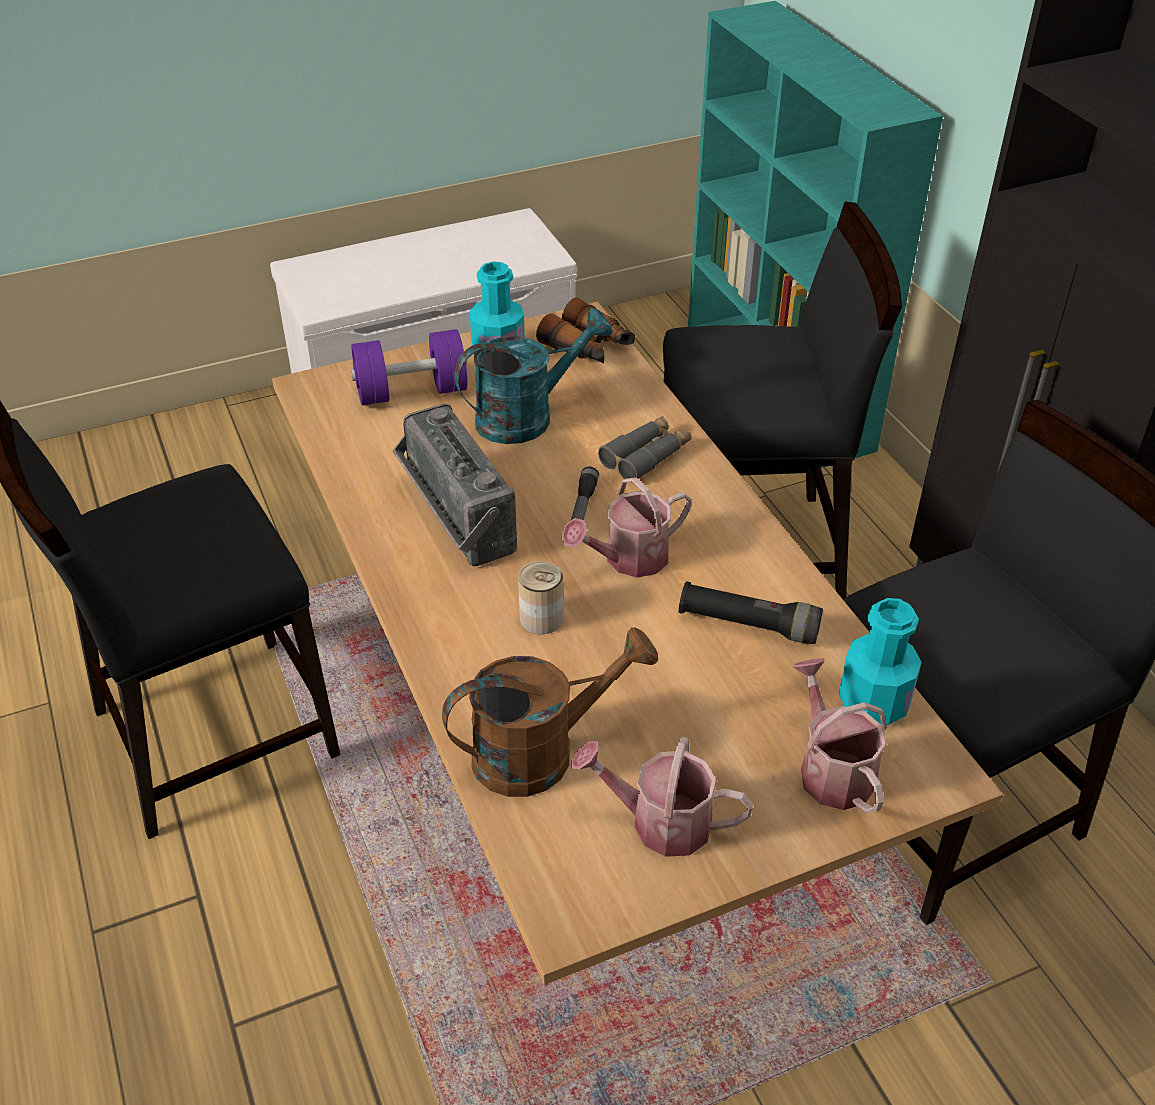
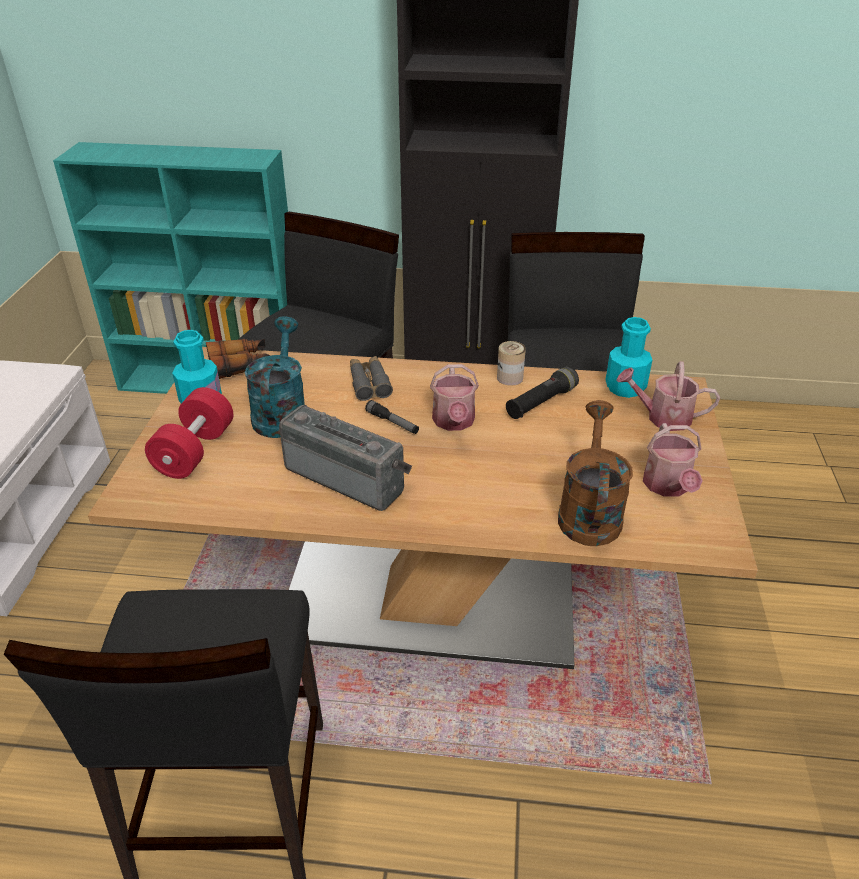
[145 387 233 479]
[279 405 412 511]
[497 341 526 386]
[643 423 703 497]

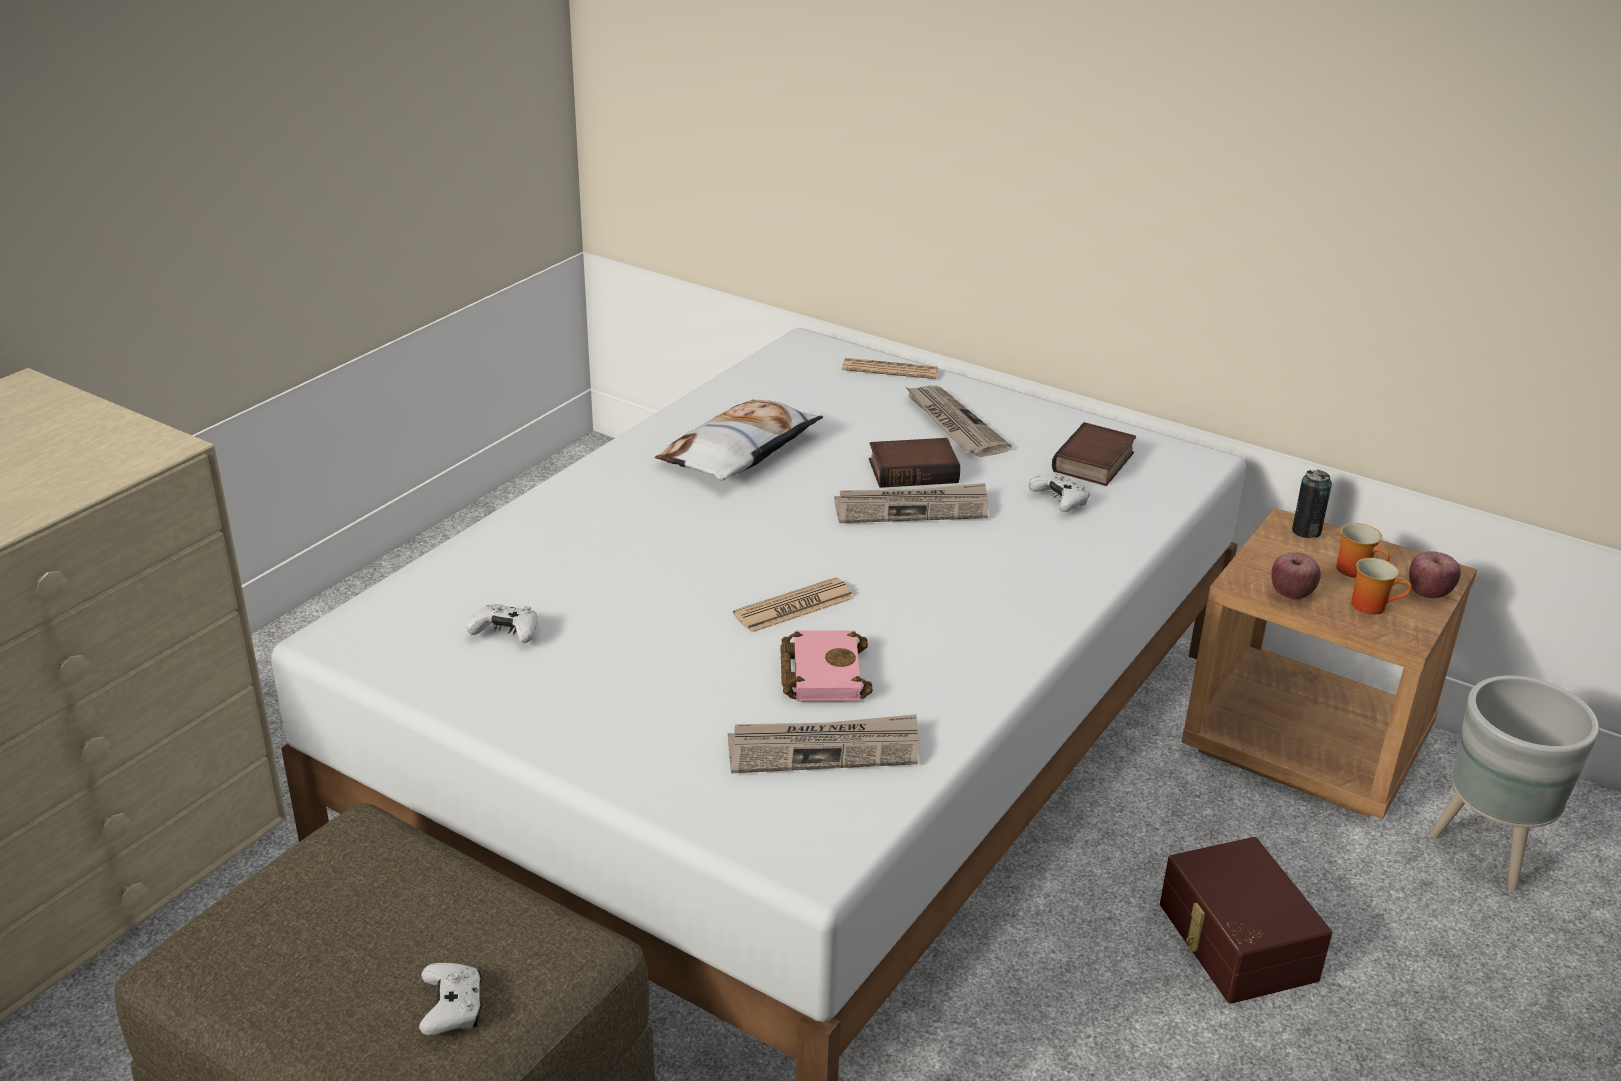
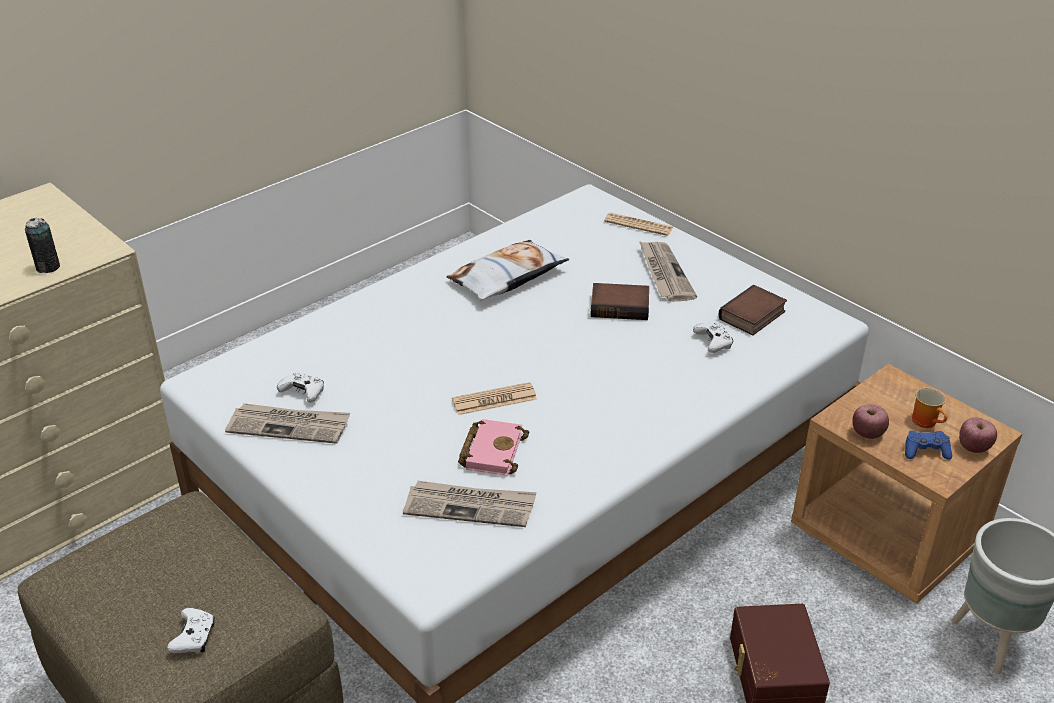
[225 403 350 444]
[25 218 60 273]
[905 431 952 460]

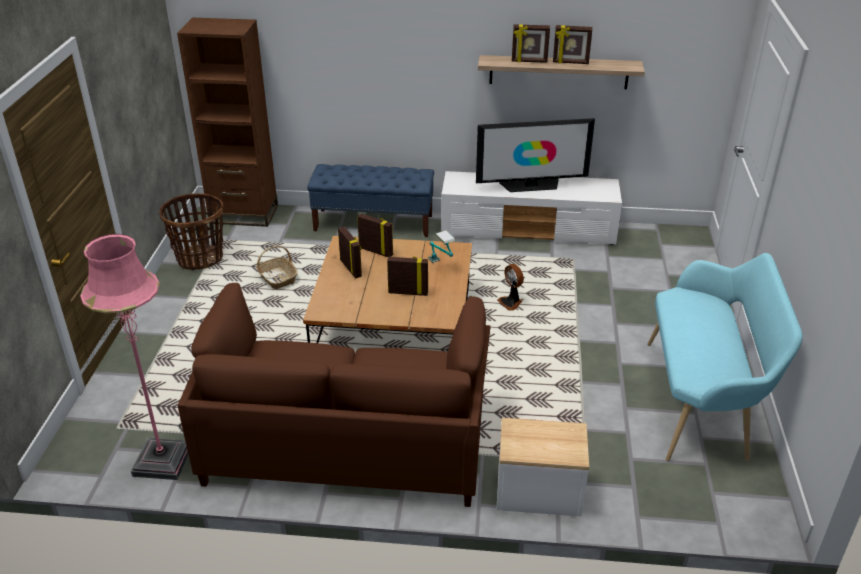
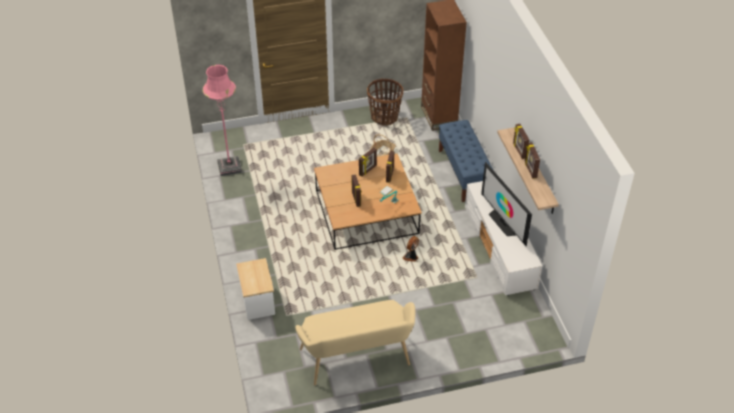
[178 283 491 507] (first image)
[295 300 415 385]

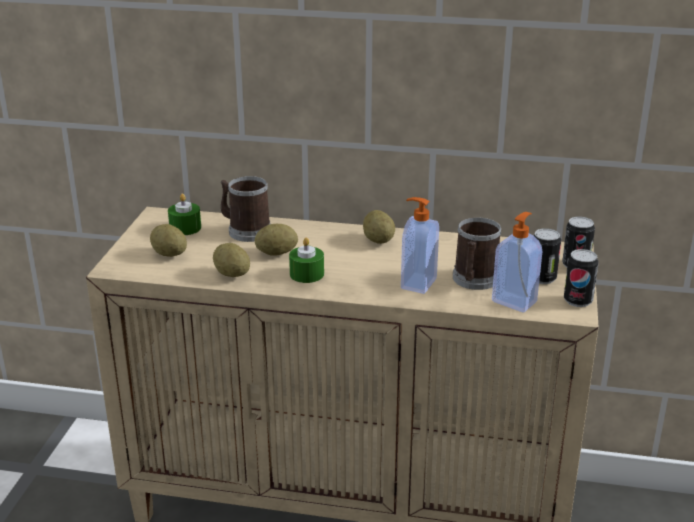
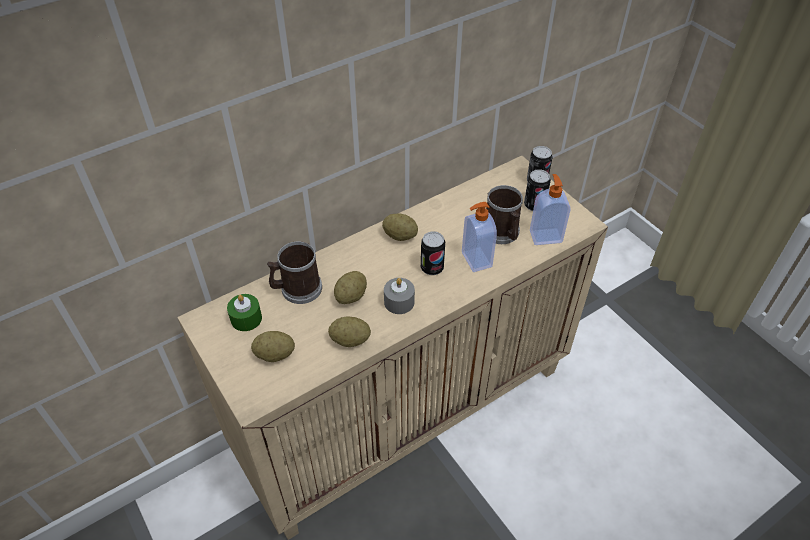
[384 278 415 314]
[421 231 445 275]

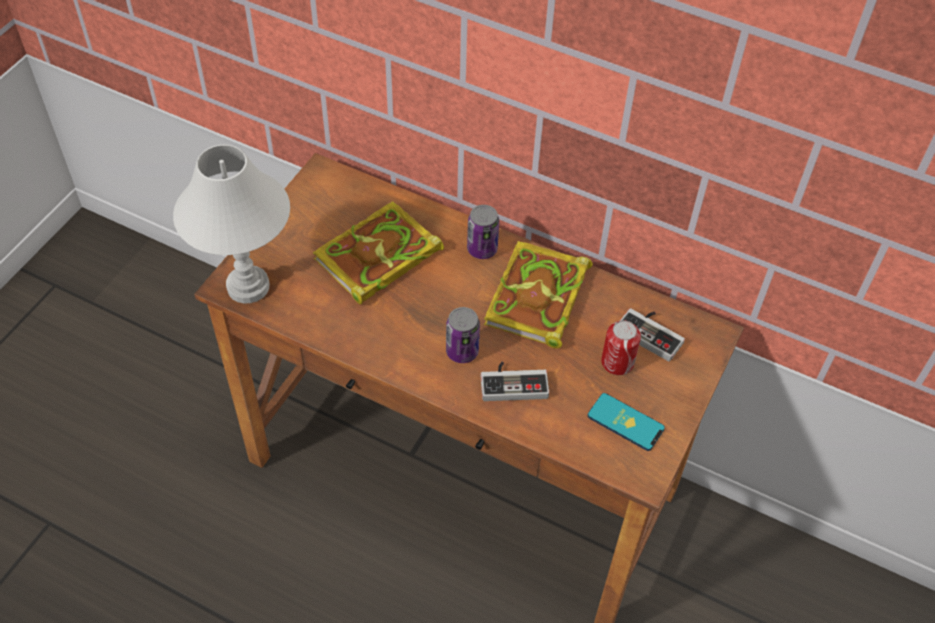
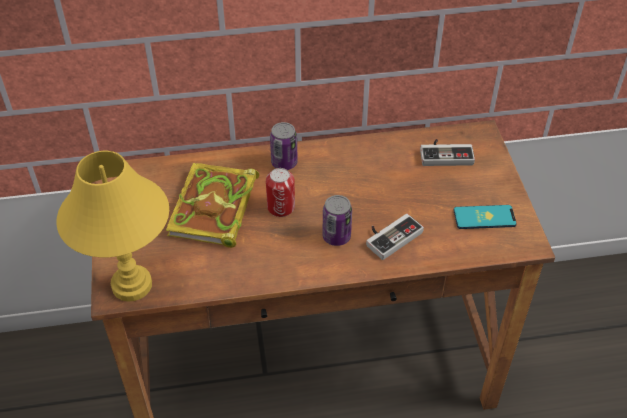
[56 151 169 302]
[484 241 593 349] (first image)
[266 168 295 217]

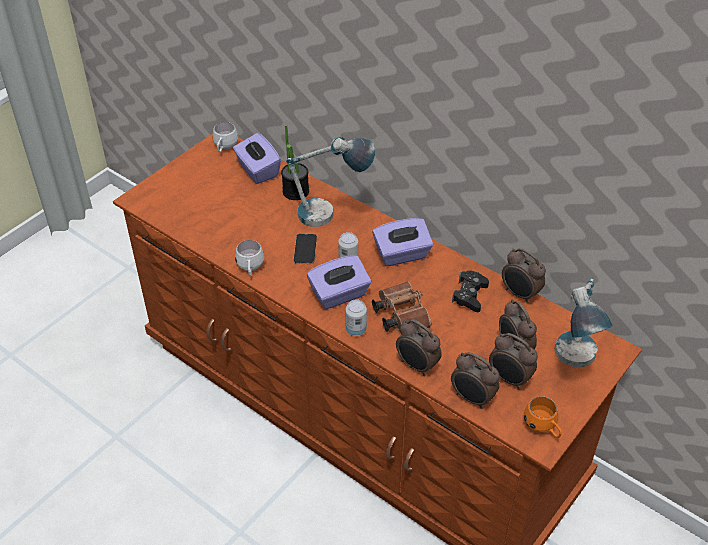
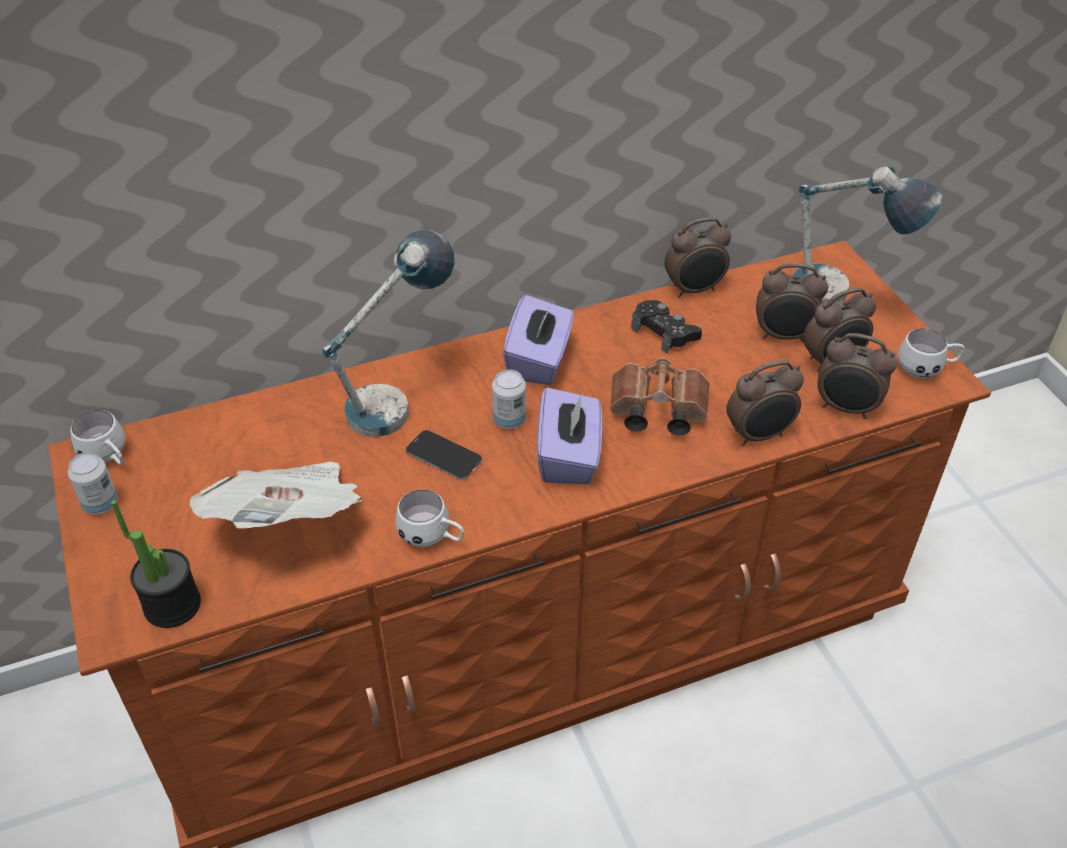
[233 133 281 184] (first image)
[111 500 201 628]
[68 452 118 515]
[817 333 897 419]
[898 328 965 379]
[190 461 362 528]

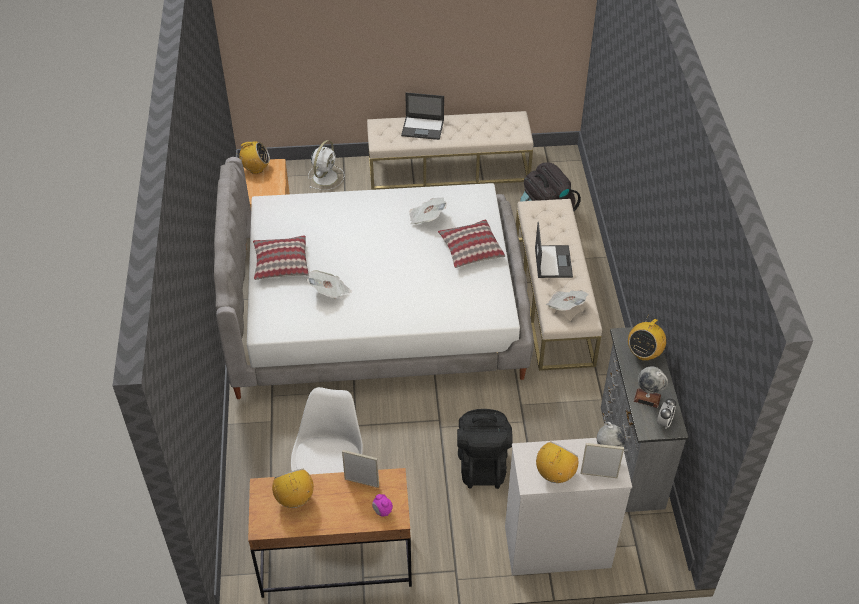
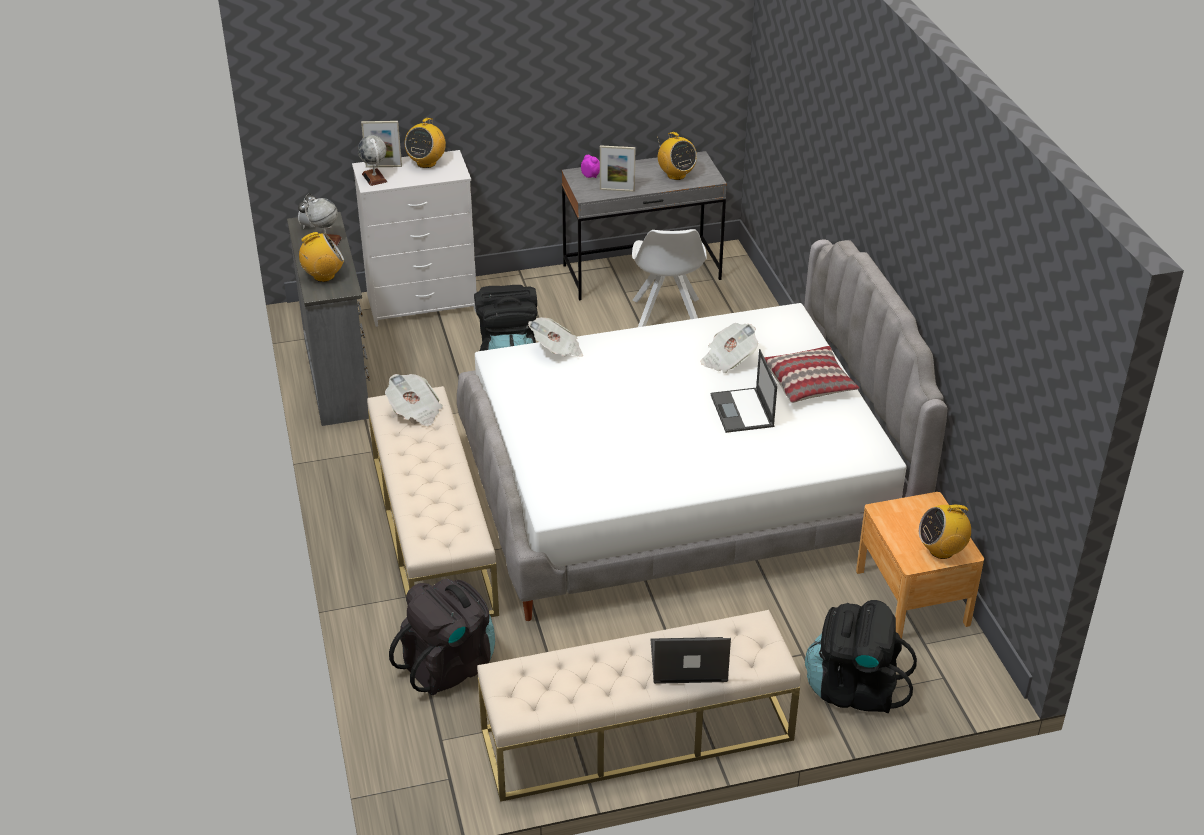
[562 151 727 300]
[805 600 917 713]
[528 317 584 357]
[438 220 505 268] (first image)
[711 349 777 433]
[299 232 344 282]

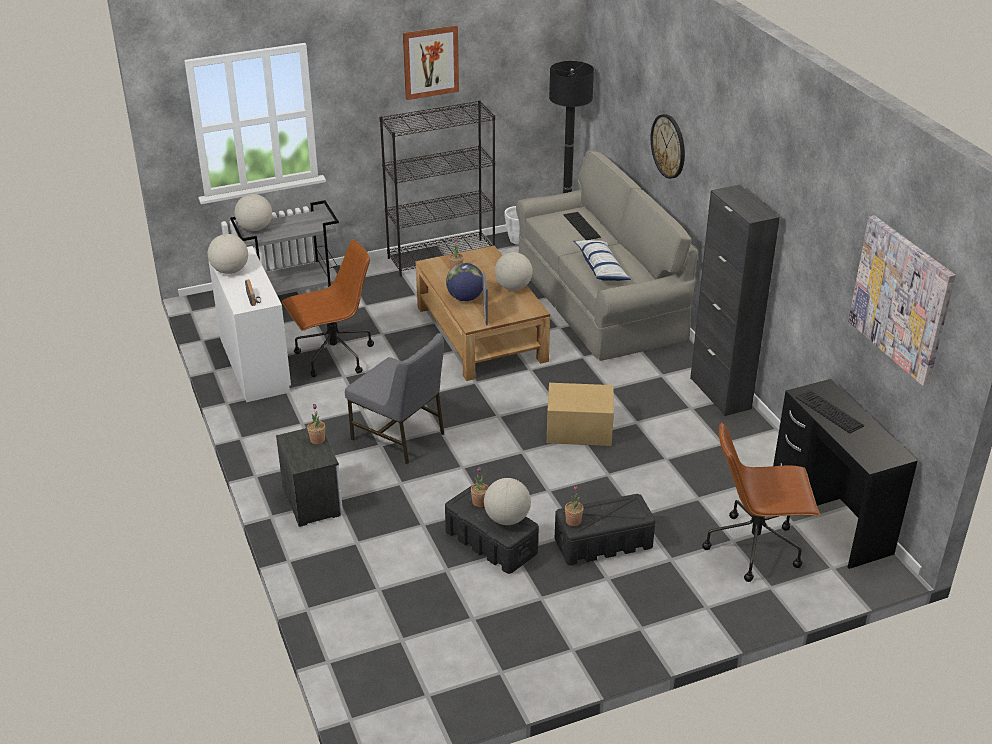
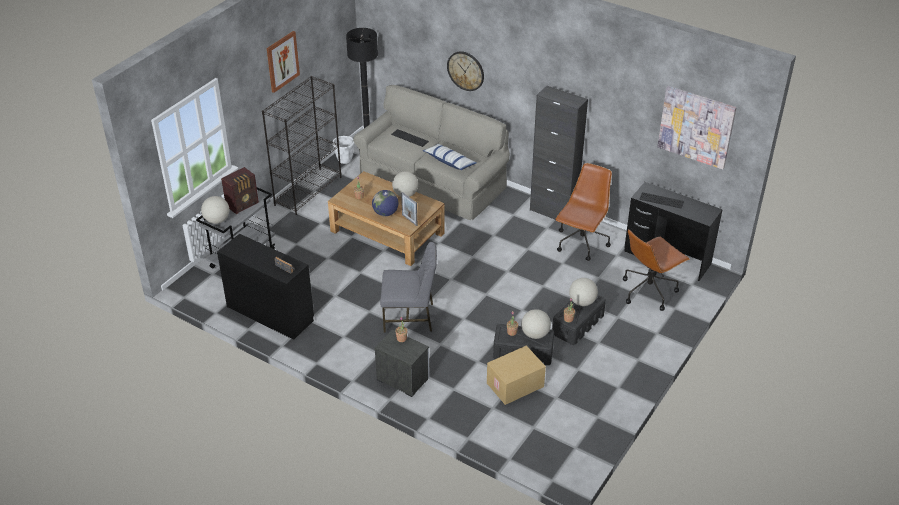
[569 278 598 306]
[217 234 314 340]
[555 163 612 261]
[487 346 546 405]
[221 167 259 214]

